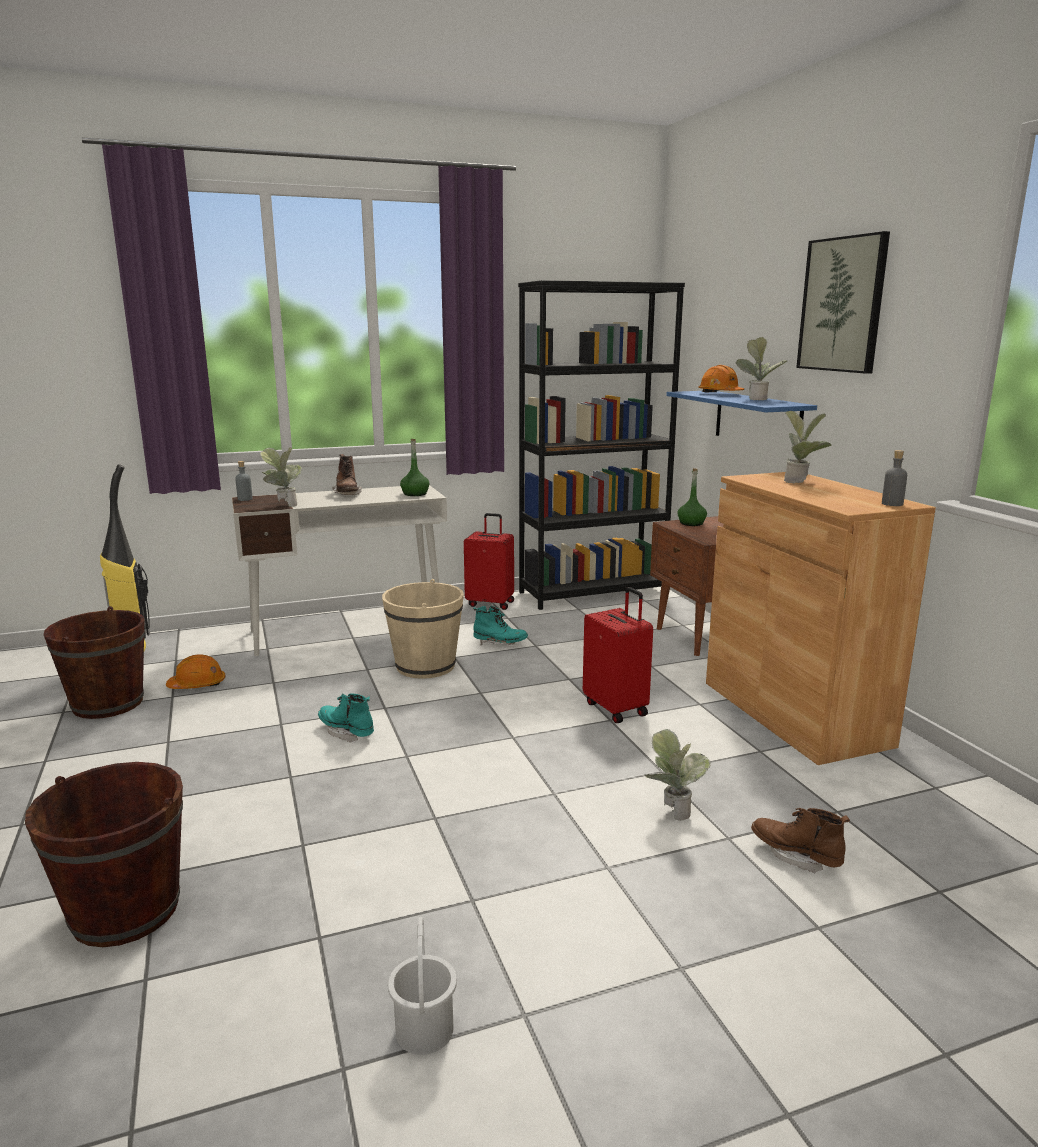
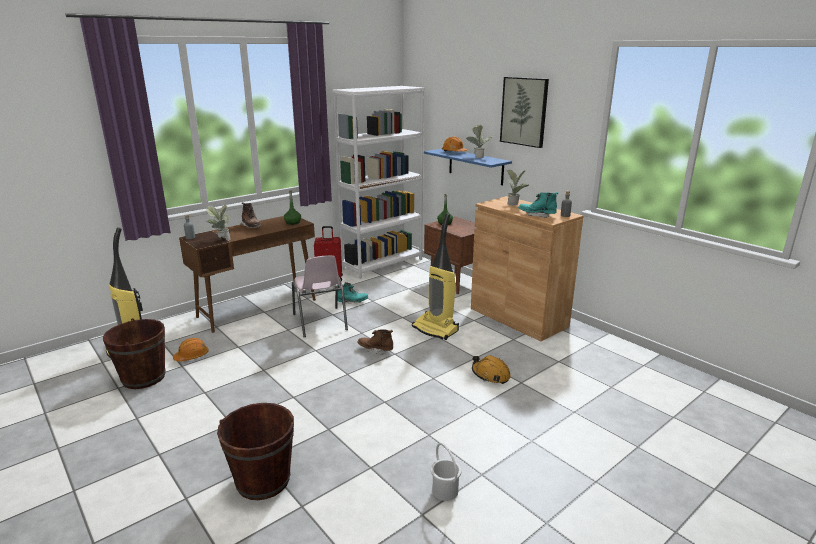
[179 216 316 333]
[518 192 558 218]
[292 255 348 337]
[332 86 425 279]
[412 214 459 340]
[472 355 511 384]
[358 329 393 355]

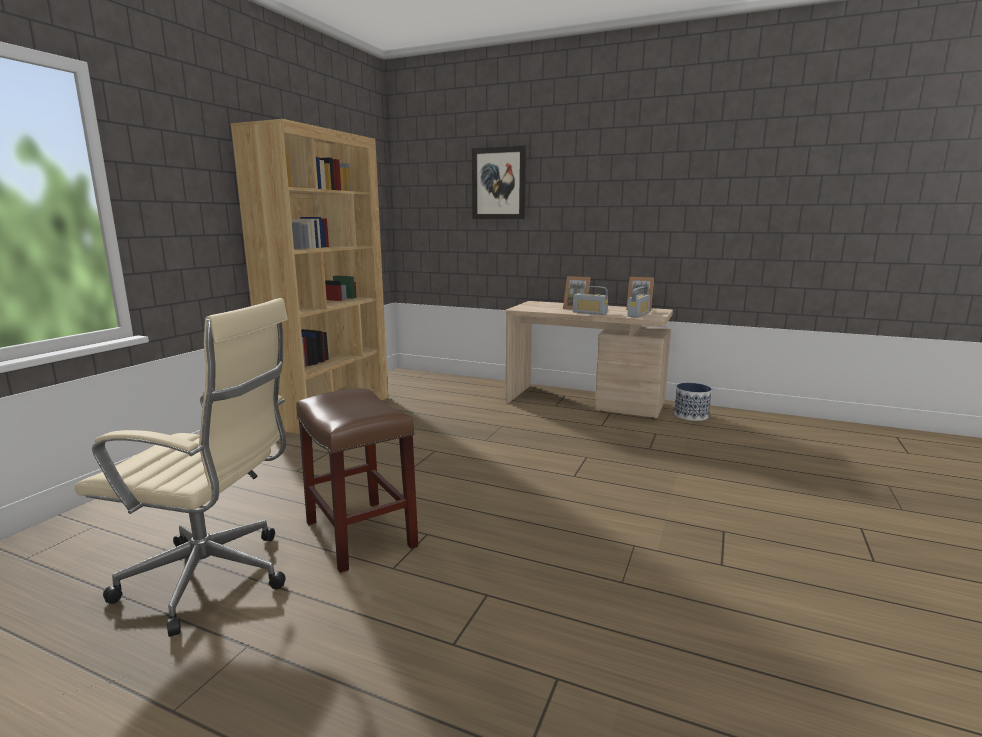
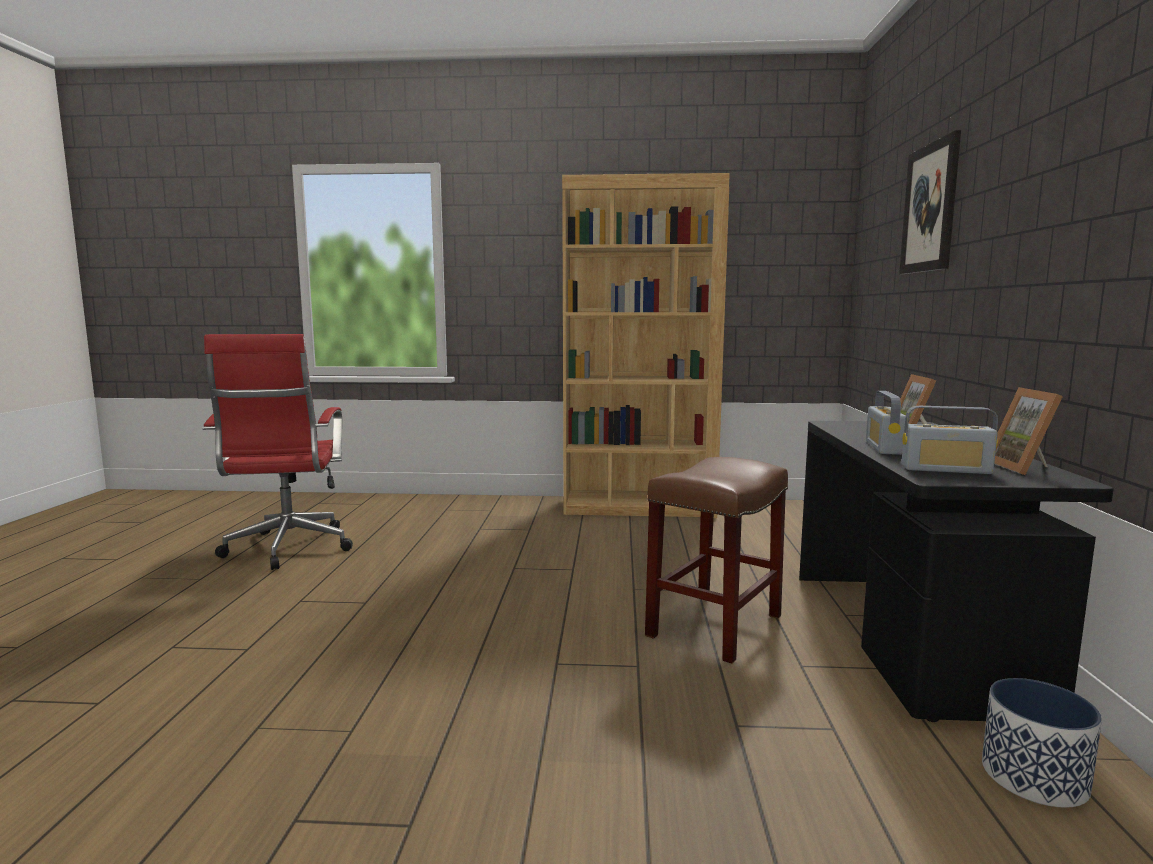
[203 334 353 570]
[645 457 788 664]
[799 421 1114 722]

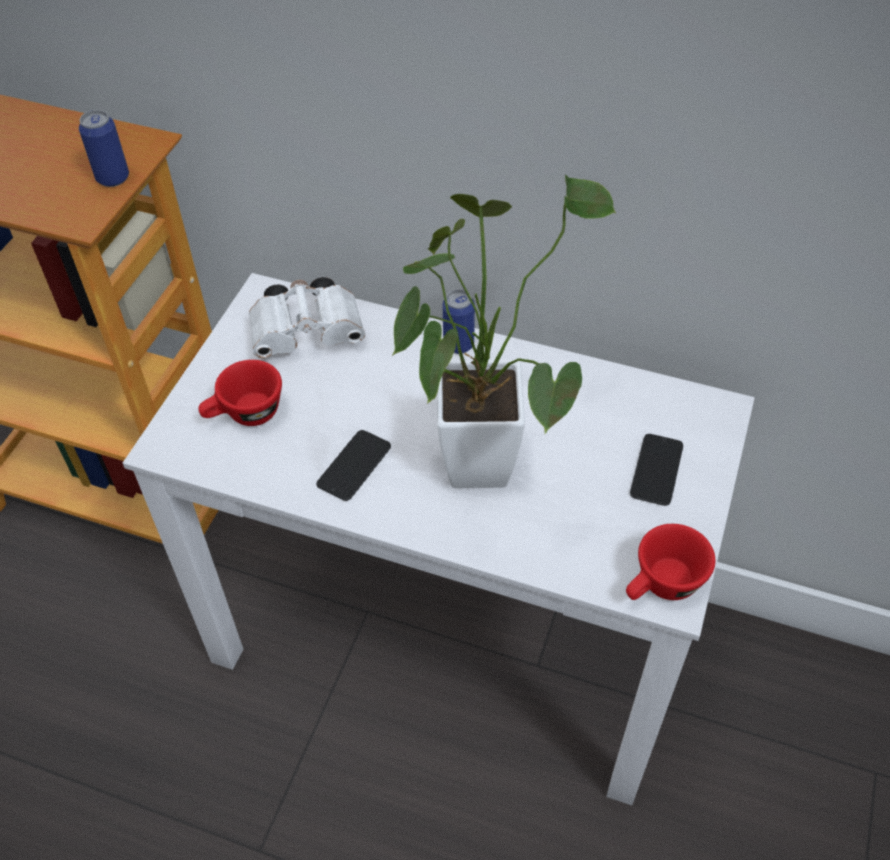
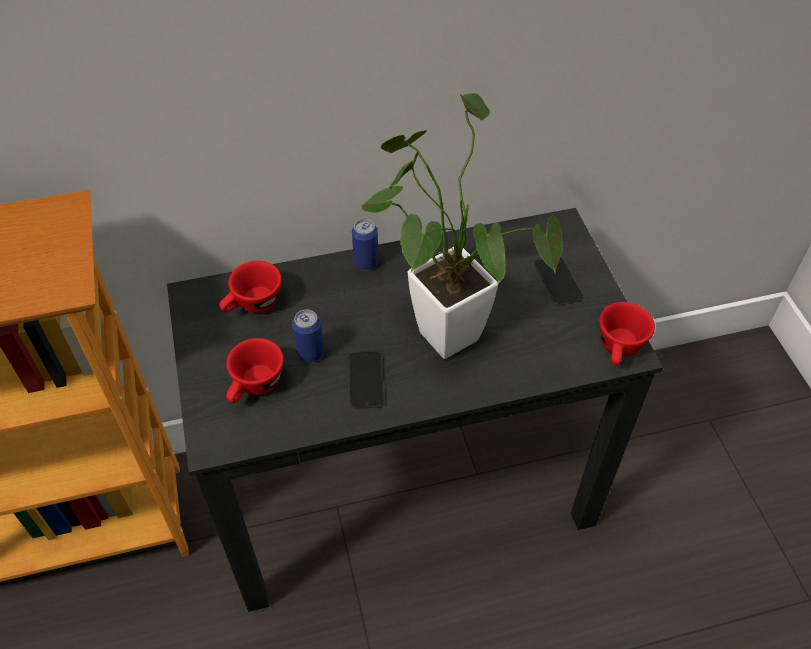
[292 309 324 362]
[167 208 663 612]
[219 261 282 313]

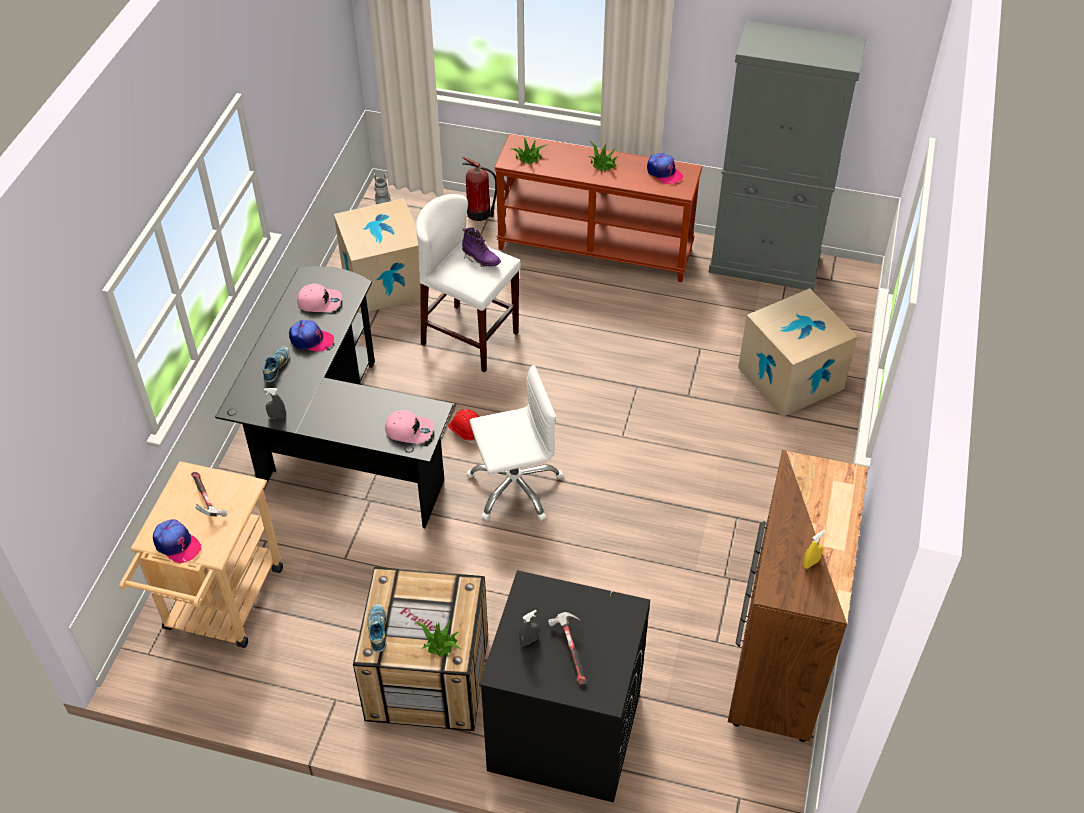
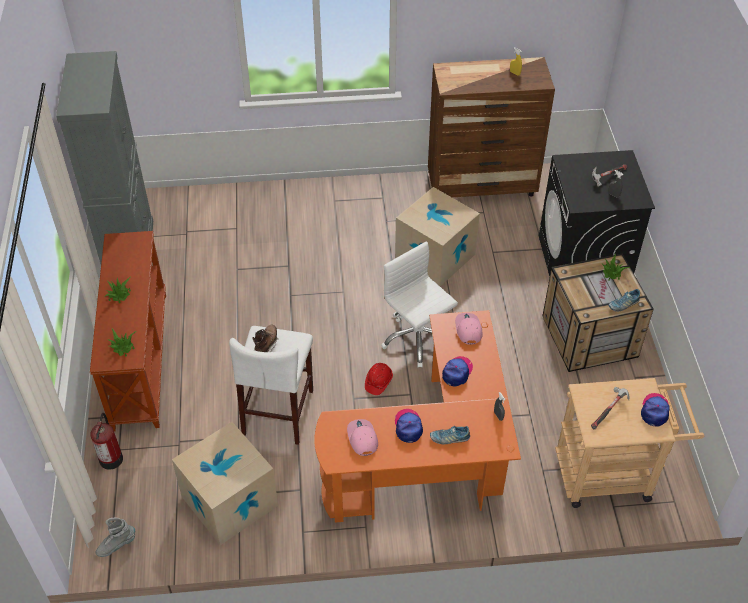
[314 310 521 523]
[252 325 278 352]
[442 356 473 387]
[395 187 480 286]

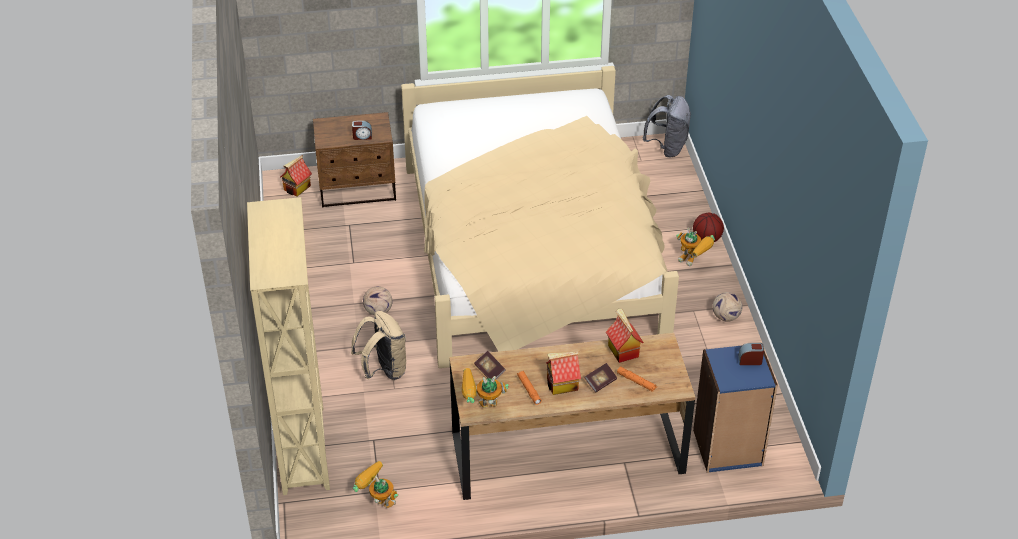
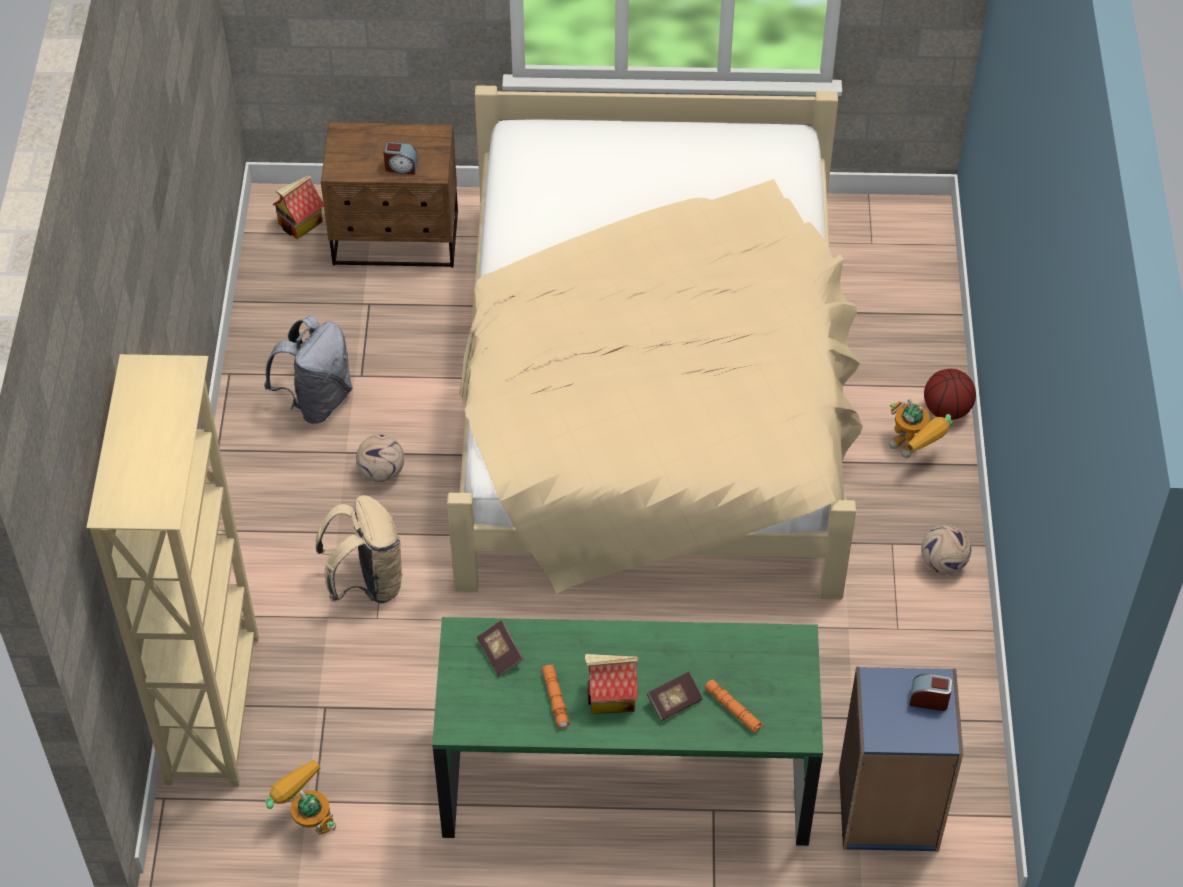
[432 617 823 846]
[462 368 509 408] (first image)
[606 308 644 363] (first image)
[264 316 353 424]

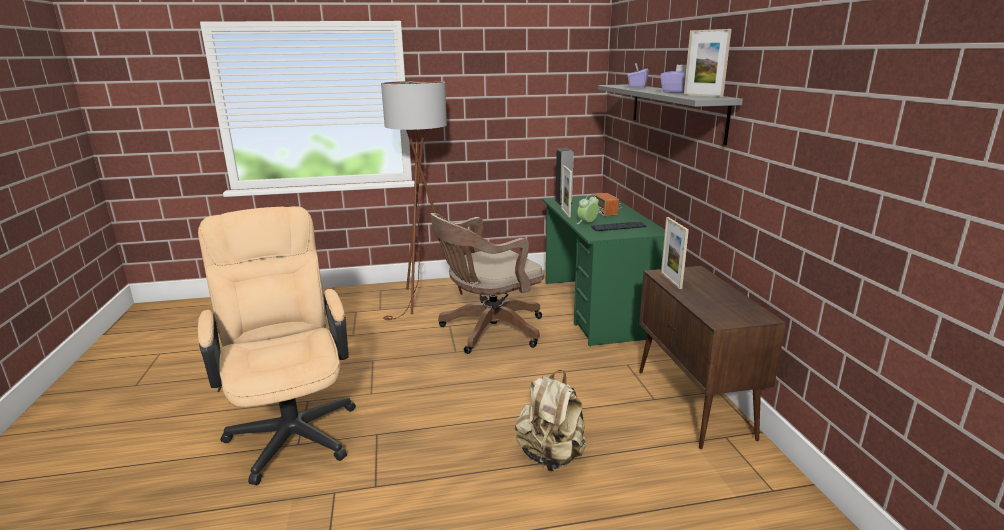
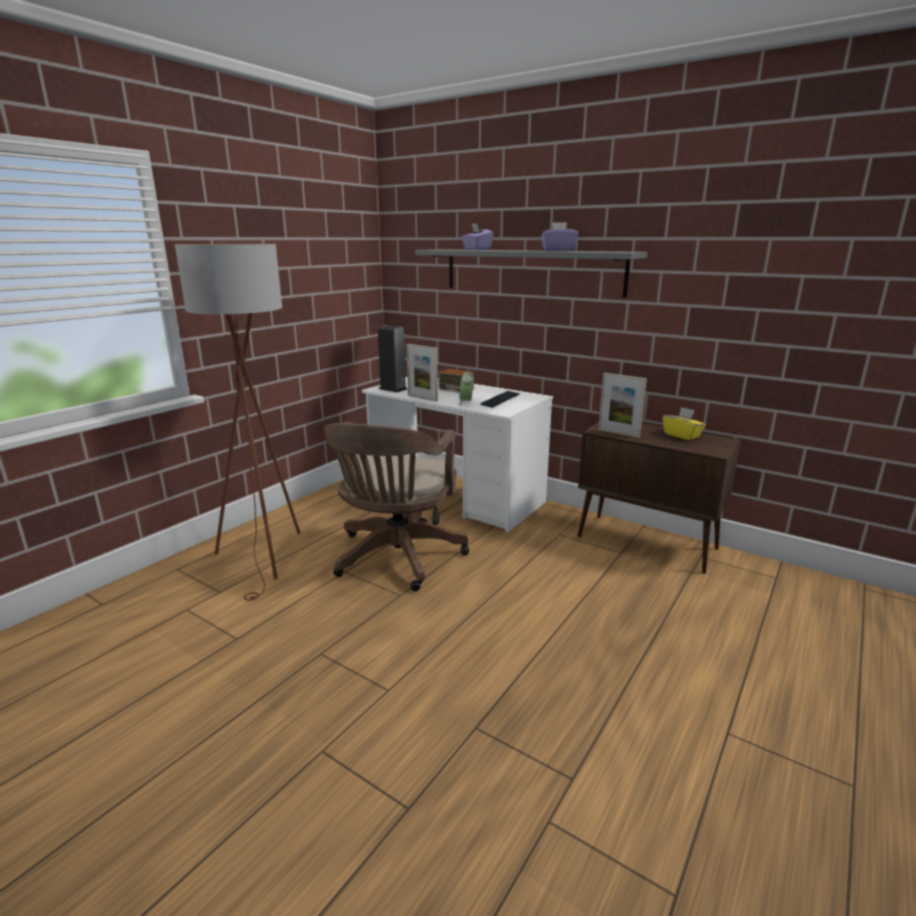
[198 206 356 485] (first image)
[515 370 587 471] (first image)
[362 377 553 532]
[684 29 732 97] (first image)
[663 407 705 441]

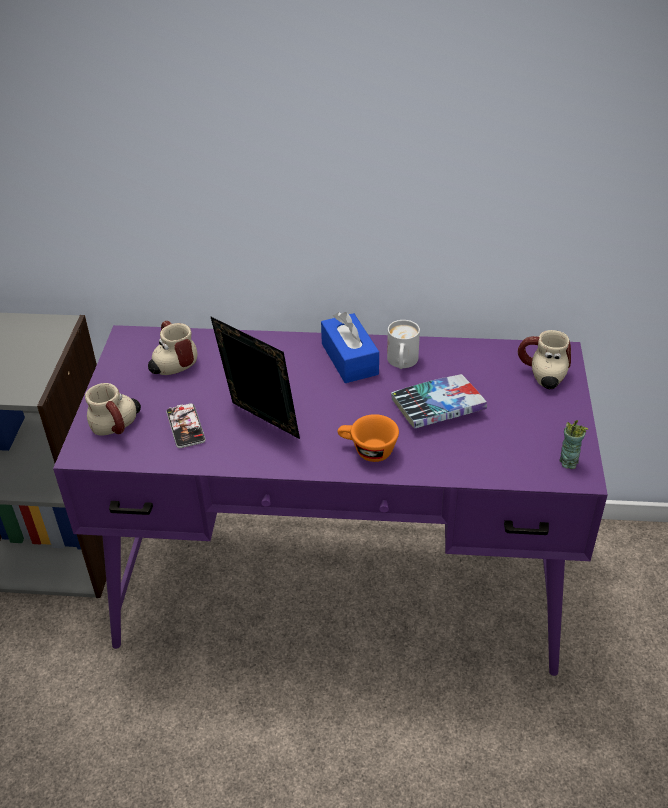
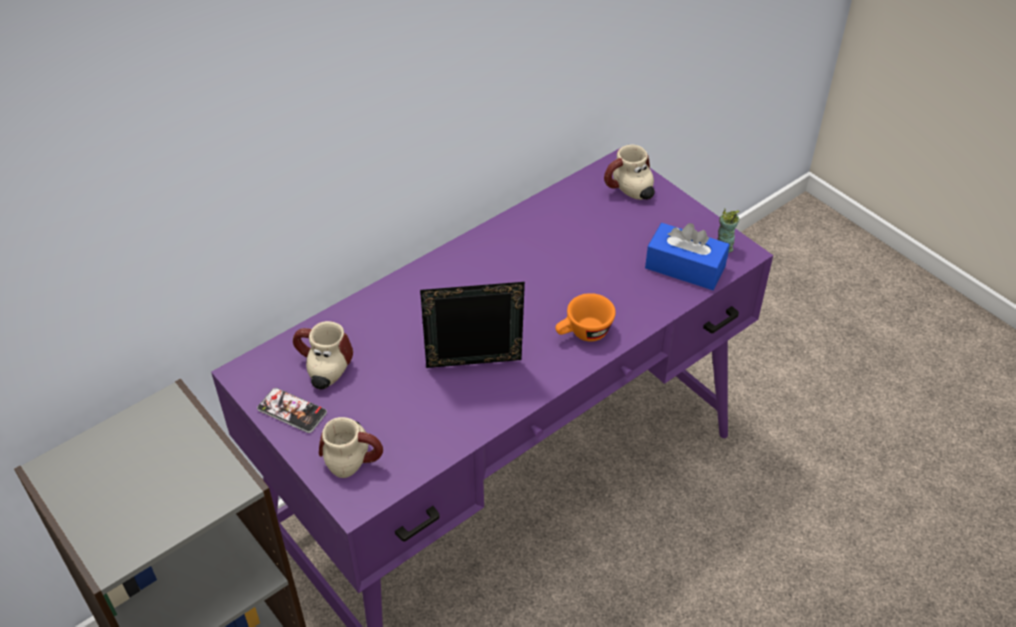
[257 388 327 433]
[645 223 730 290]
[387 320 420 369] (first image)
[391 374 487 429] (first image)

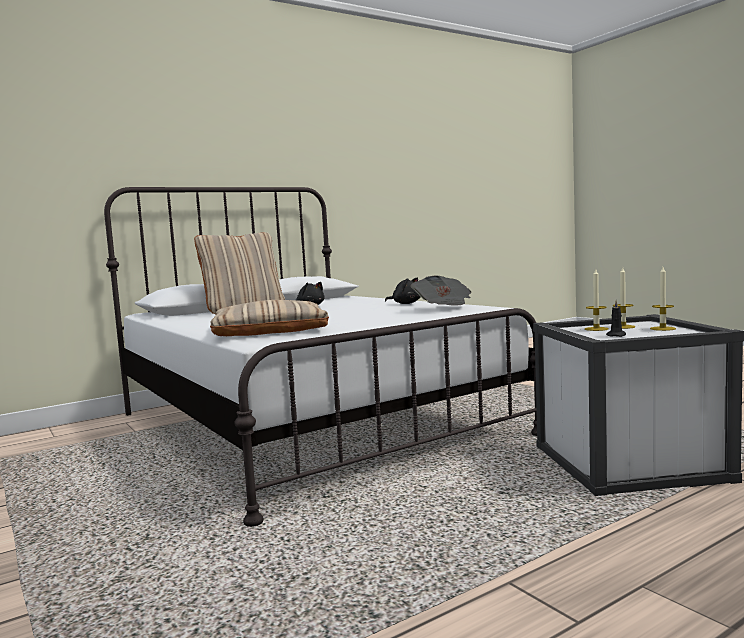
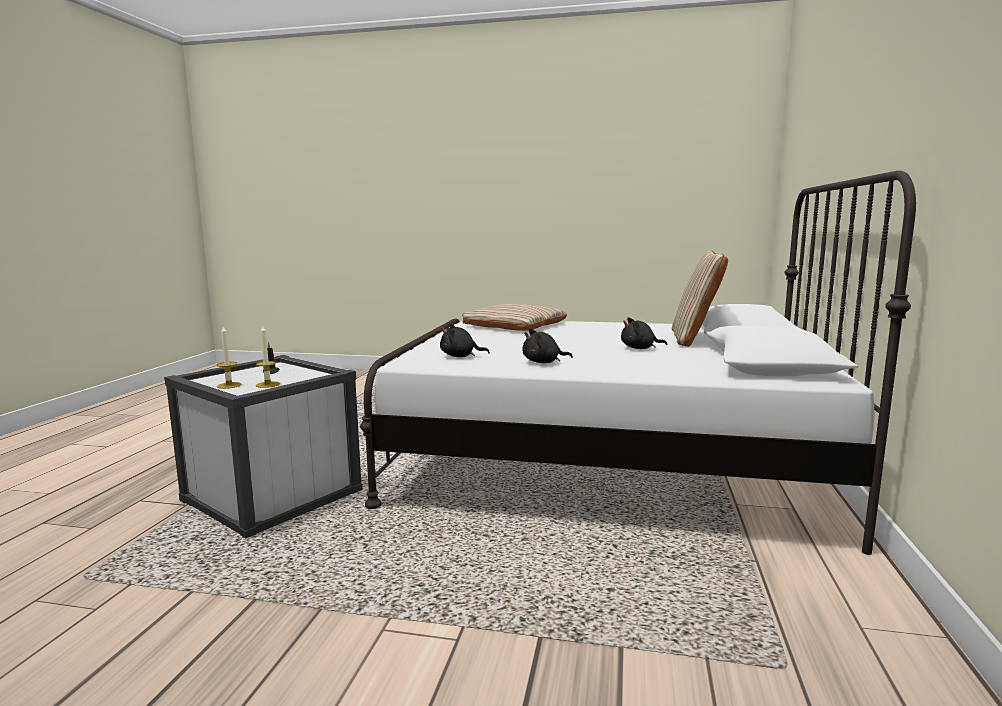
[440 324 490 357]
[585 269 609 331] (first image)

